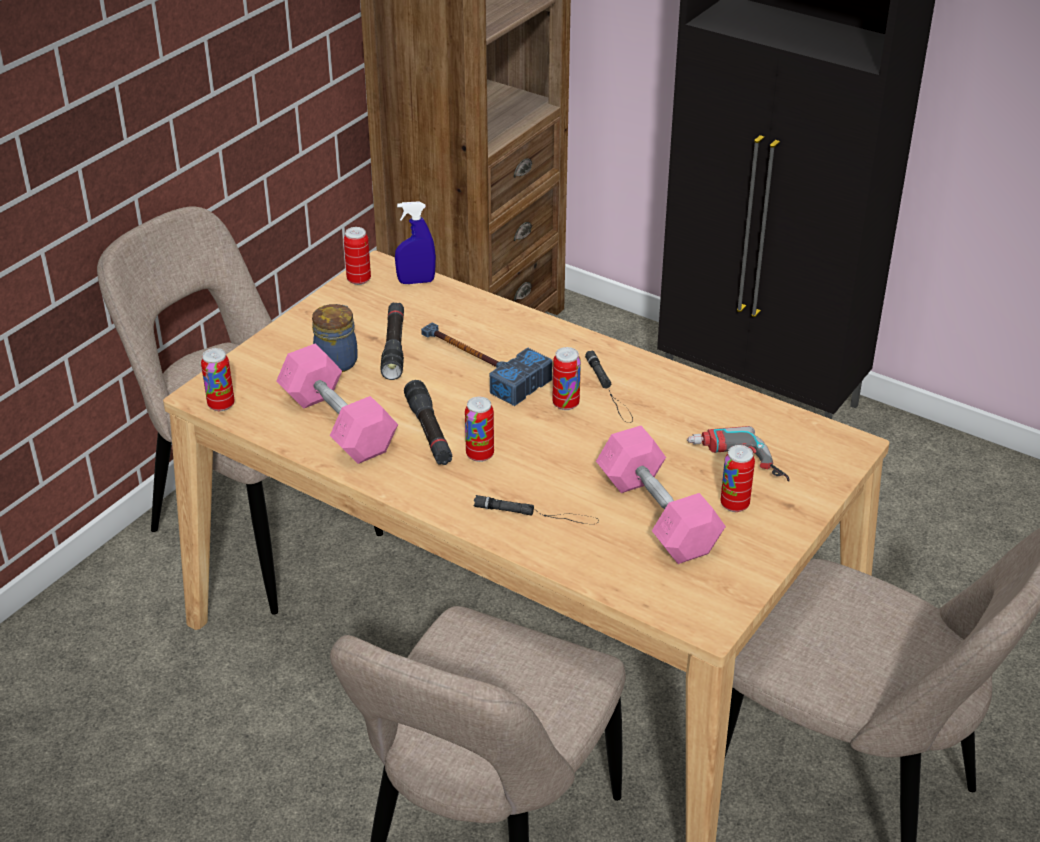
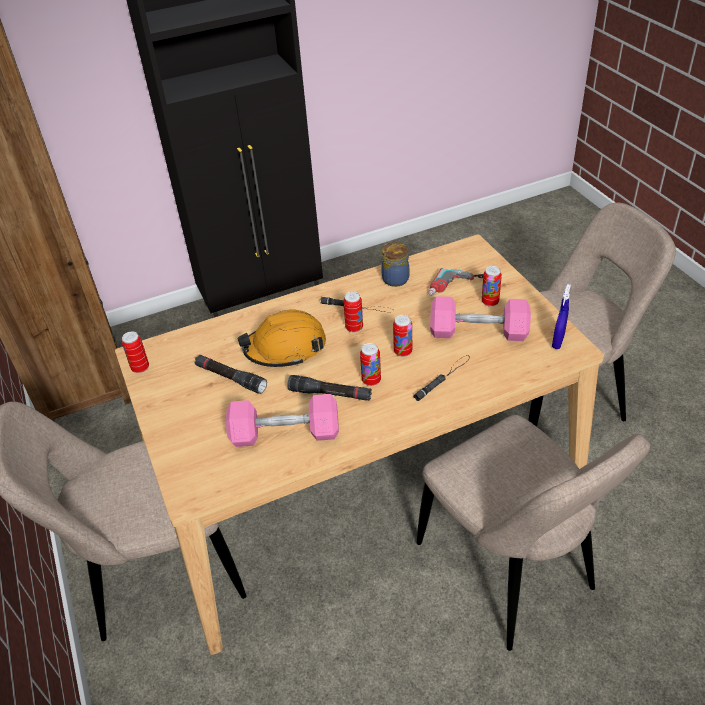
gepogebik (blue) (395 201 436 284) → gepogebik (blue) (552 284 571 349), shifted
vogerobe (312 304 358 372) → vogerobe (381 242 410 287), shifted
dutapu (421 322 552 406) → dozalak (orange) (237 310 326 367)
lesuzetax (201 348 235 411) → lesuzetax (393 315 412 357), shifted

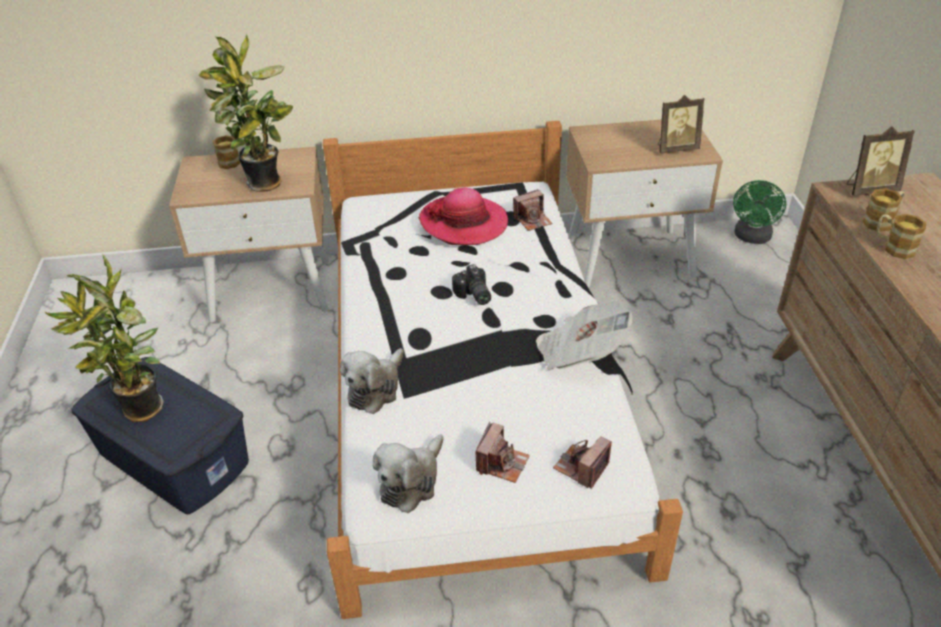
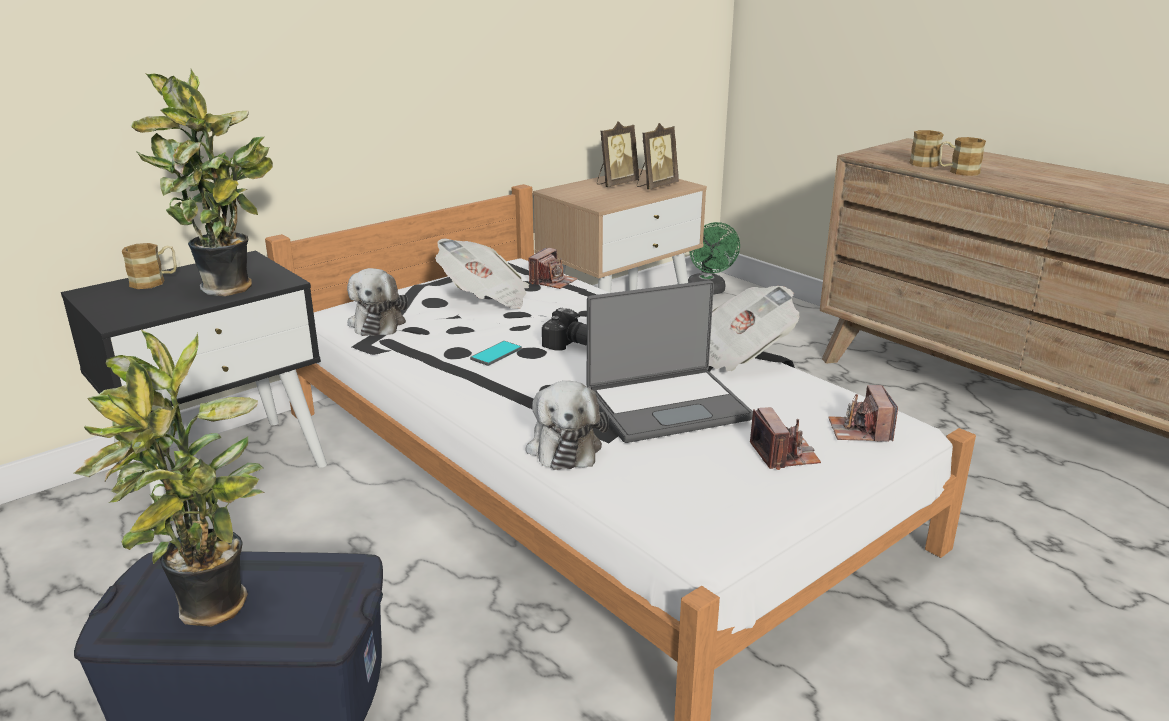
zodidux (847 126 915 196) → zodidux (597 121 639 187), shifted
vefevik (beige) (169 147 329 322) → vefevik (black) (61 251 327 504)
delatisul (418 187 508 245) → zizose (435 238 529 309)
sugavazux (372 434 444 513) → sugavazux (347 268 408 336), shifted
- → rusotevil (587 280 753 443)
- → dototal (470 341 522 366)

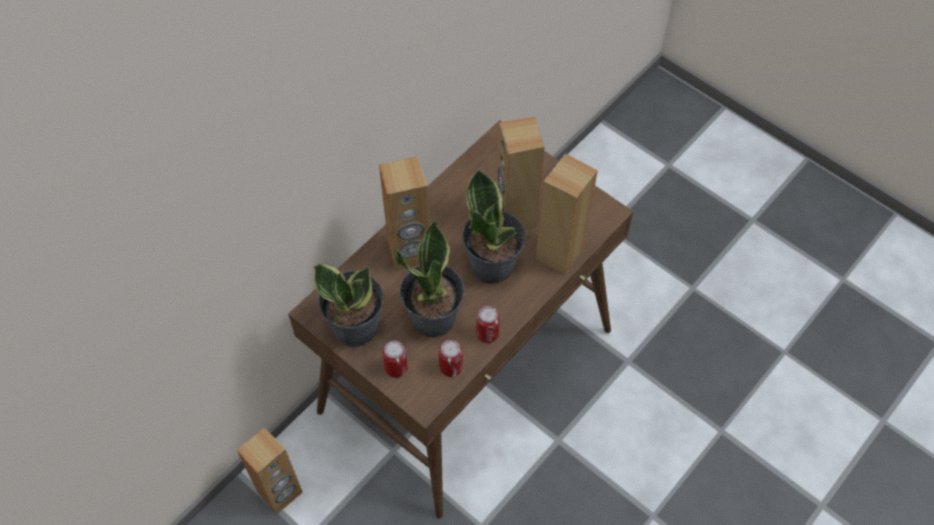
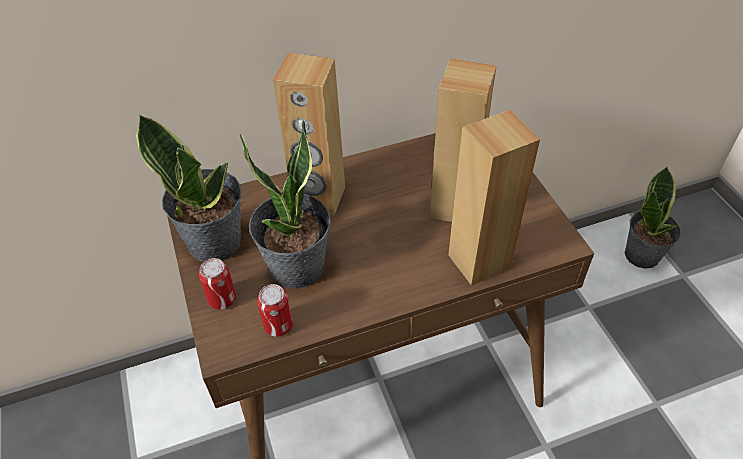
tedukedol (462 169 526 284) → tedukedol (624 167 681 269), shifted
lesuzetax (476 306 500 343) → -
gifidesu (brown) (237 428 303 514) → -

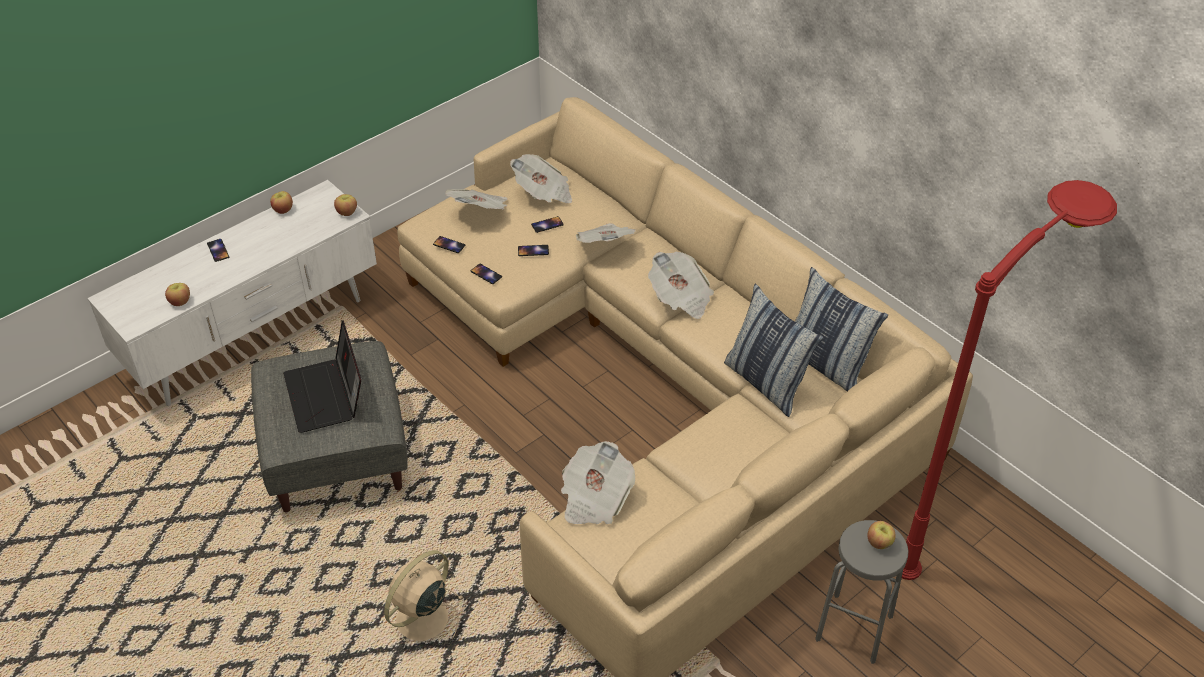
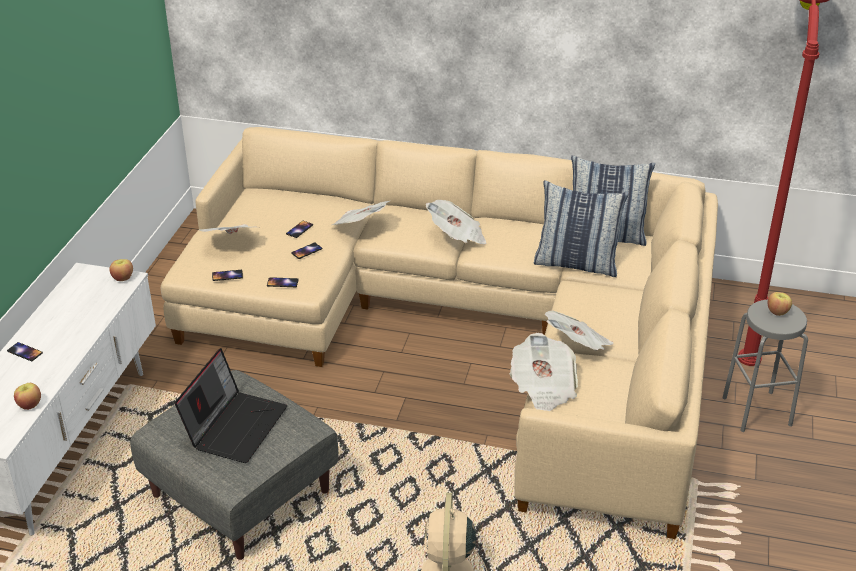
zizose (510 154 572 203) → zizose (545 310 614 351), shifted
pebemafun (270 191 293 214) → -
rusotevil (283 320 362 433) → rusotevil (175 348 287 463), 105 degrees counterclockwise

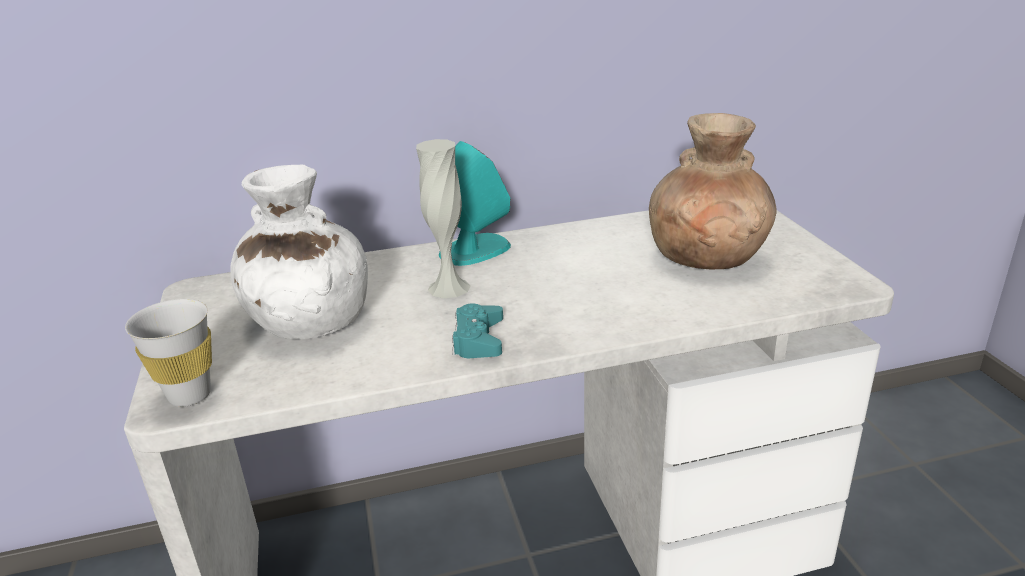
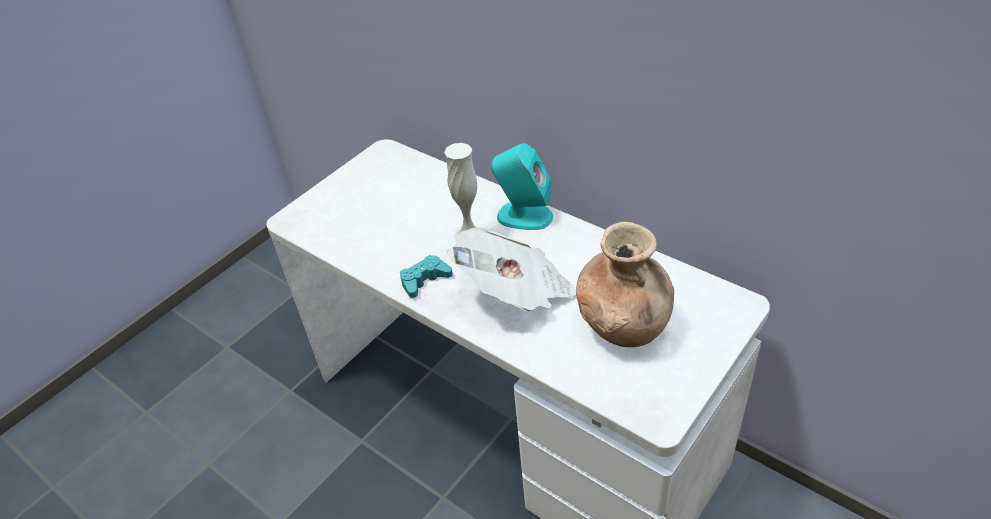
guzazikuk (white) (230 165 368 339) → -
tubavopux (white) (125 299 212 407) → -
- → zizose (447 227 576 311)

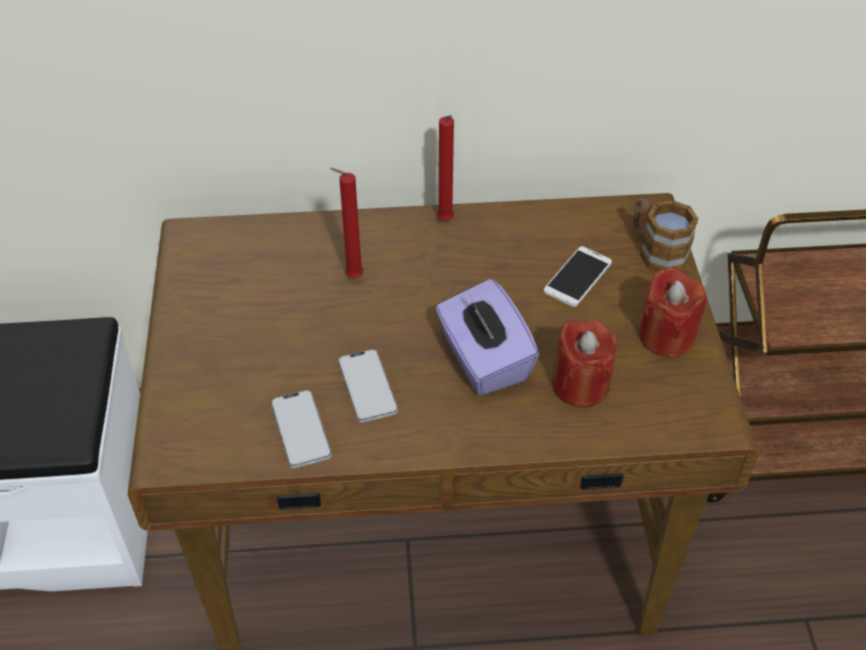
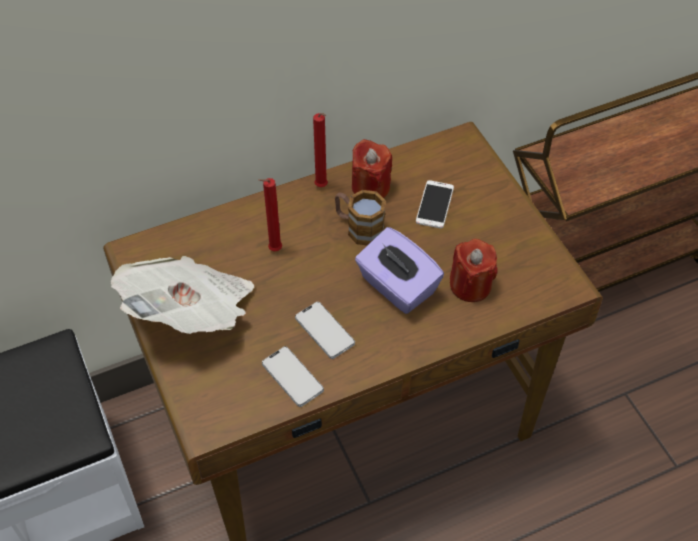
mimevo (633 197 699 272) → mimevo (335 190 386 245), shifted
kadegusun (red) (639 267 707 357) → kadegusun (red) (352 139 392 198), shifted
- → zizose (111 256 254 334)

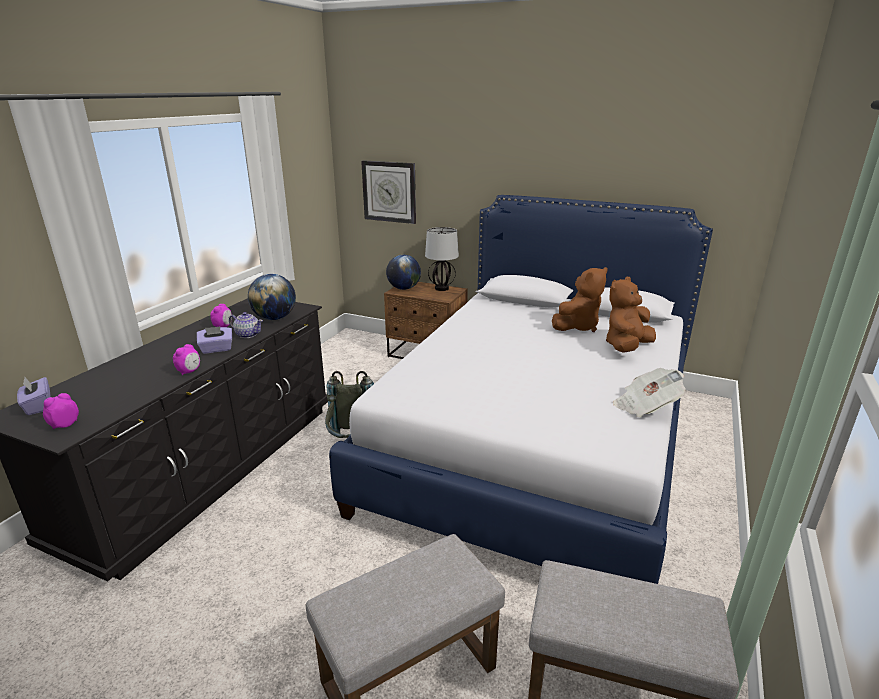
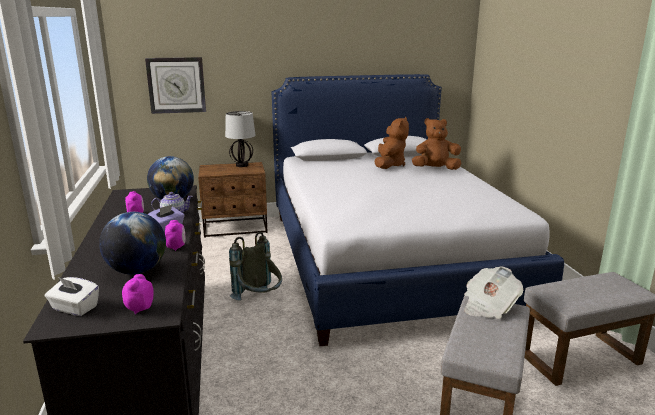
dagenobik (386 255 421 290) → dagenobik (99 212 166 275), shifted
sugavazux (brown) (606 277 656 353) → sugavazux (brown) (412 118 461 170), 75 degrees clockwise
zizose (613 368 686 417) → zizose (464 267 523 319), shifted
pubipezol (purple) (17 376 51 415) → pubipezol (white) (45 277 99 316)

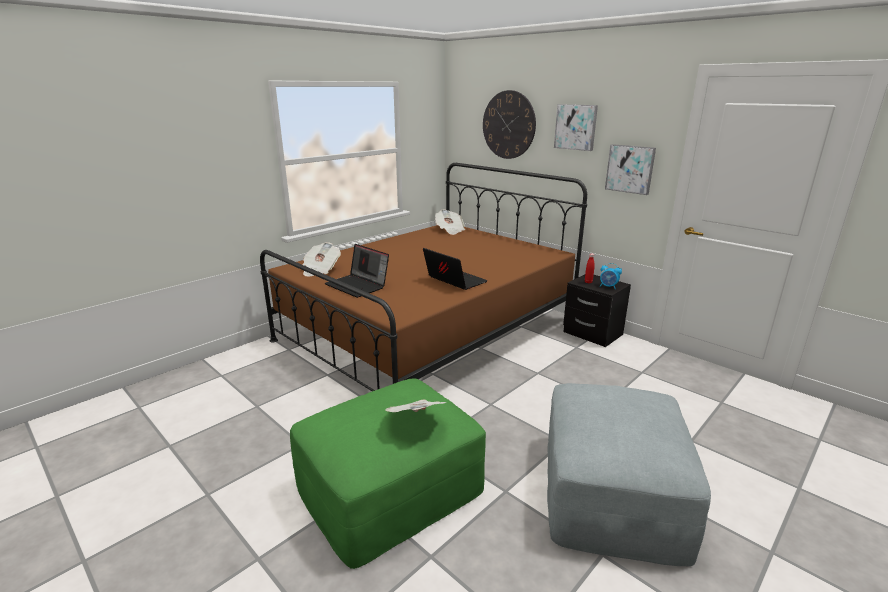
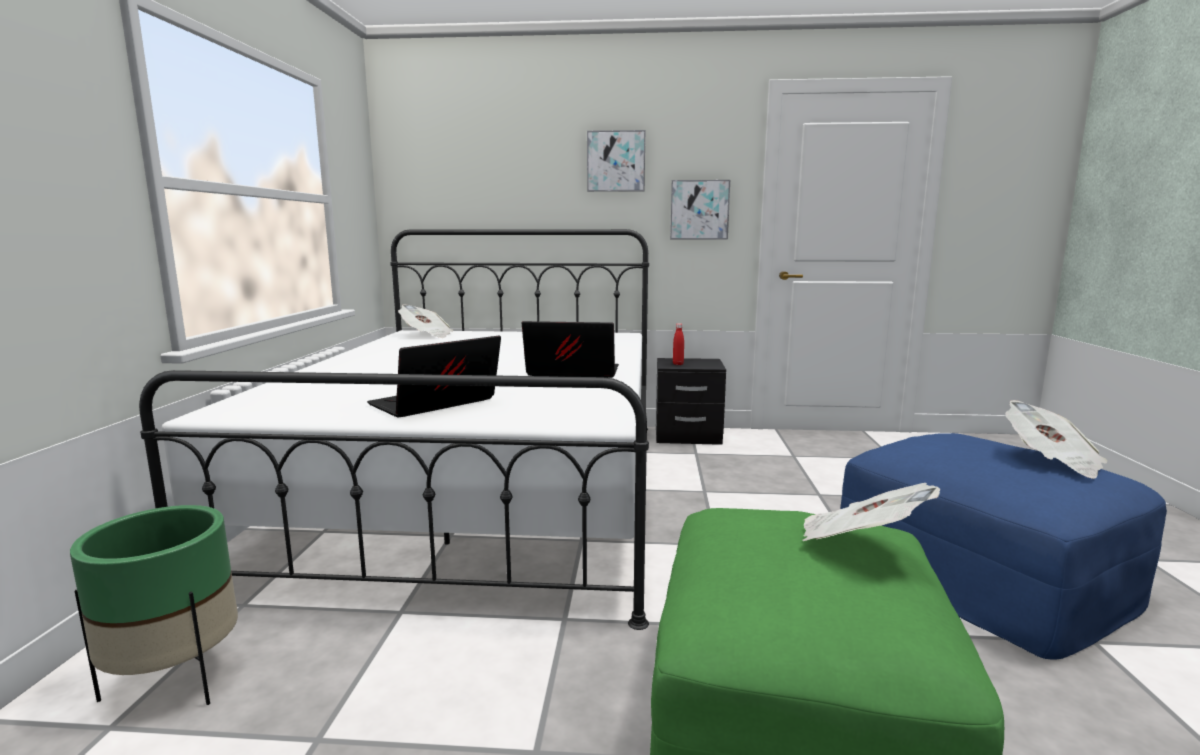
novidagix (483 90 536 159) → -
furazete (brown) (260 163 587 391) → furazete (white) (139 229 649 630)
zizose (302 242 341 276) → zizose (1005 400 1107 479), shifted
rusotevil (325 244 389 298) → rusotevil (367 335 501 417), 135 degrees clockwise
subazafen (600 263 622 289) → -
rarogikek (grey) (547 383 711 566) → rarogikek (blue) (841 433 1167 659)
- → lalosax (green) (70 505 238 705)

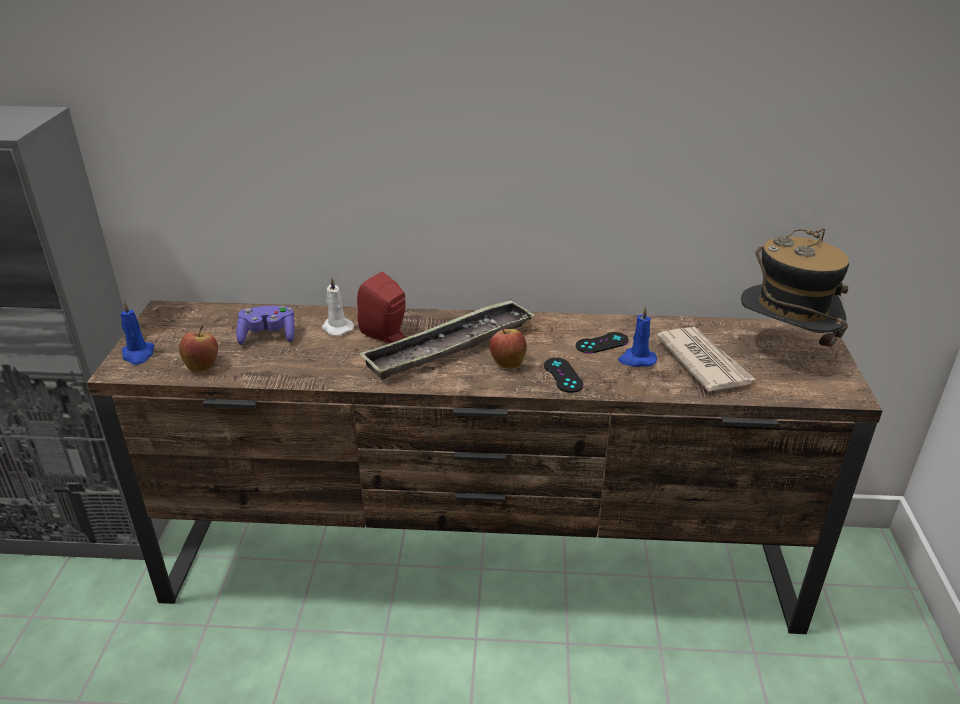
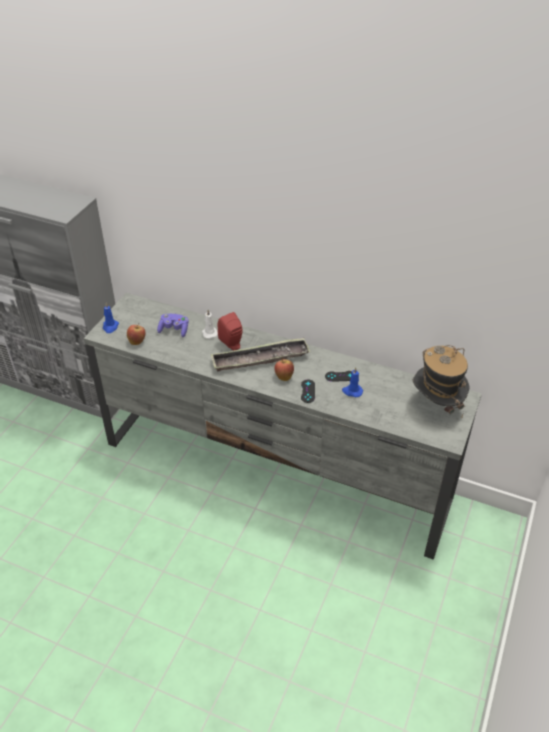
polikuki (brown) (87 301 883 634) → polikuki (grey) (84 293 482 560)
zizose (656 327 756 391) → -

